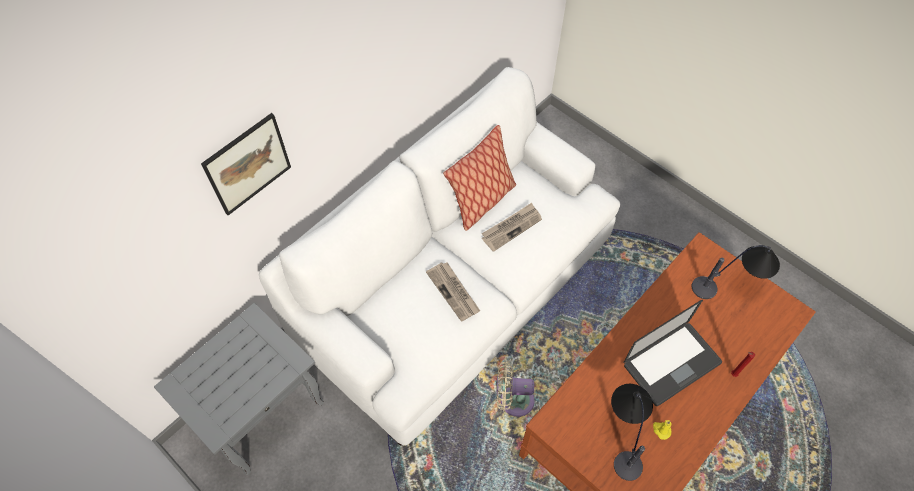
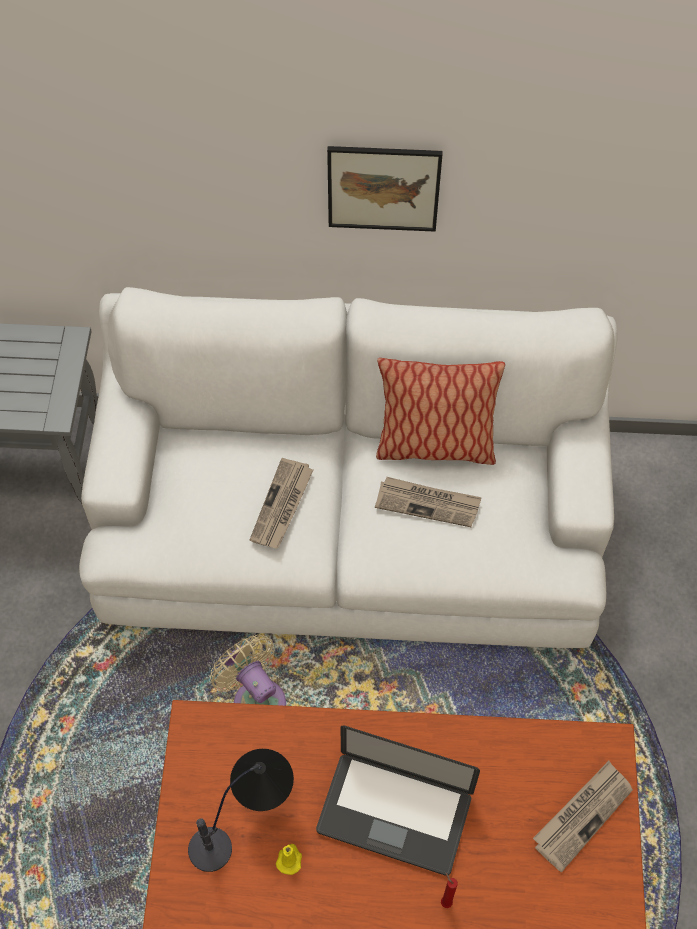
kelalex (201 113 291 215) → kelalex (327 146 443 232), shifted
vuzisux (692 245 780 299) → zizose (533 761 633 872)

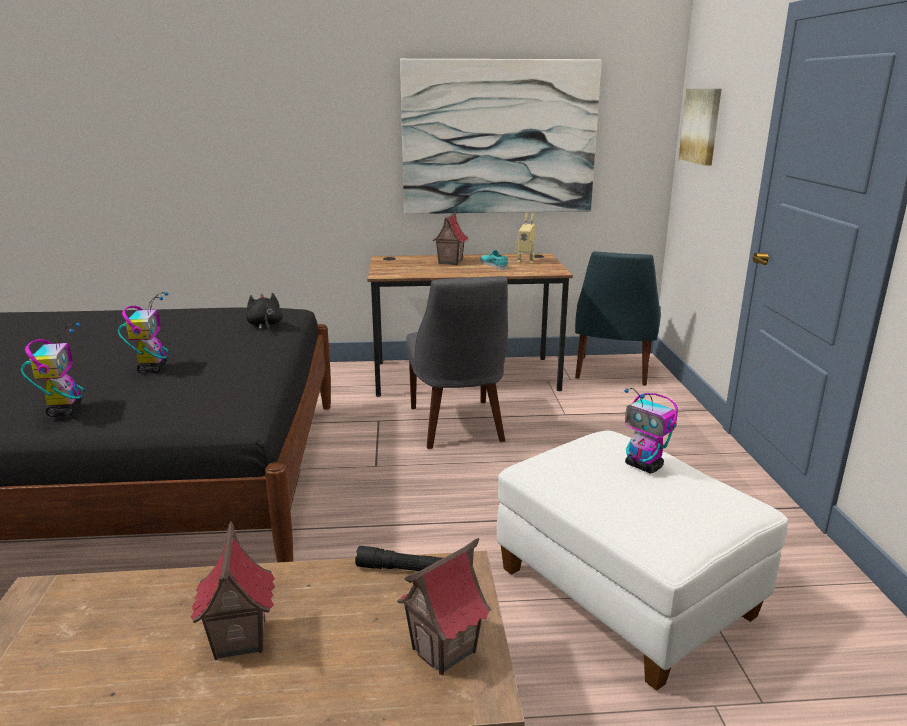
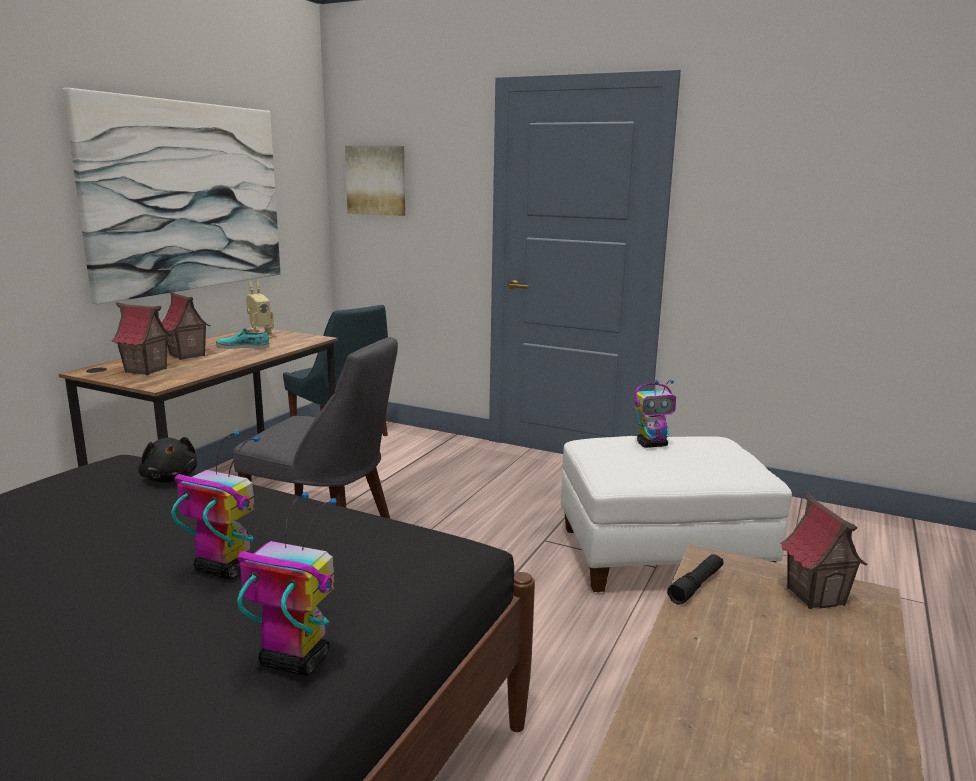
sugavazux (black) (246 293 283 331) → sugavazux (black) (138 437 197 483), 135 degrees counterclockwise
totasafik (191 521 275 660) → totasafik (111 302 172 375), shifted

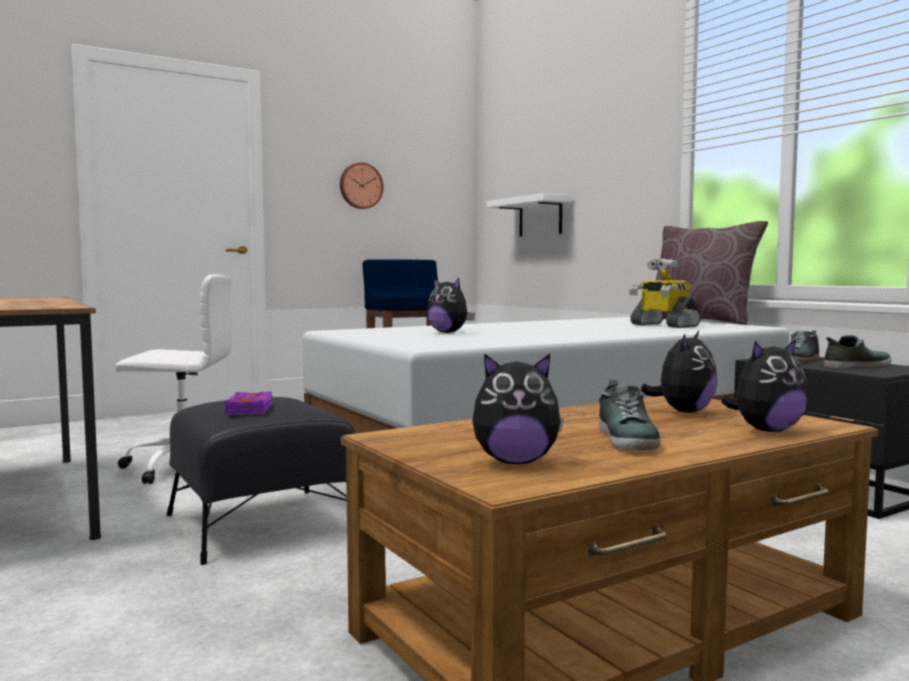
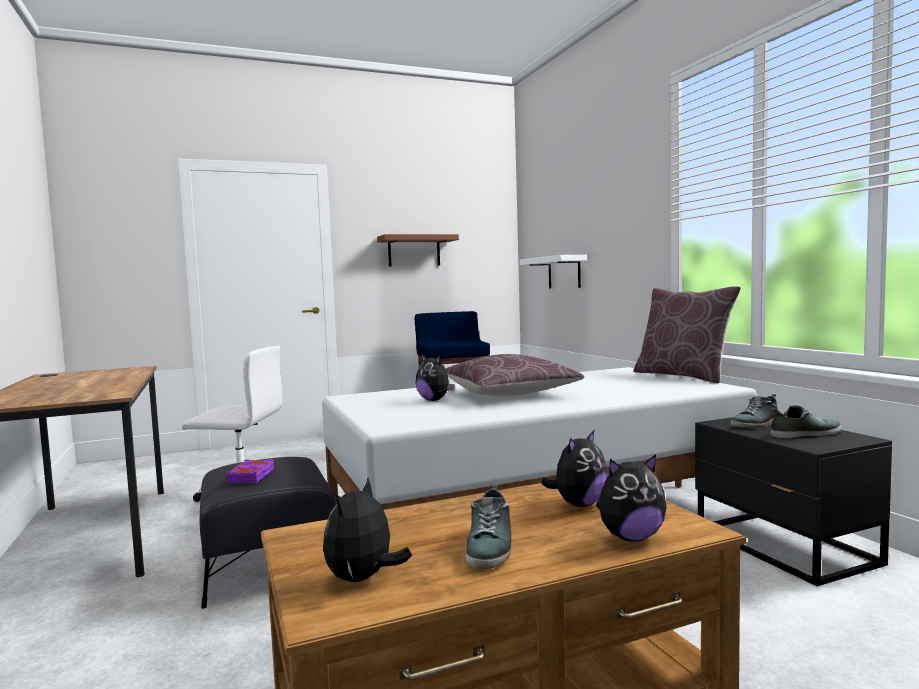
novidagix (340 162 384 209) → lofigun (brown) (377 234 459 266)
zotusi (629 259 701 328) → -
sugavazux (472 353 564 464) → sugavazux (323 478 412 582), 105 degrees clockwise
- → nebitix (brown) (446 354 584 396)

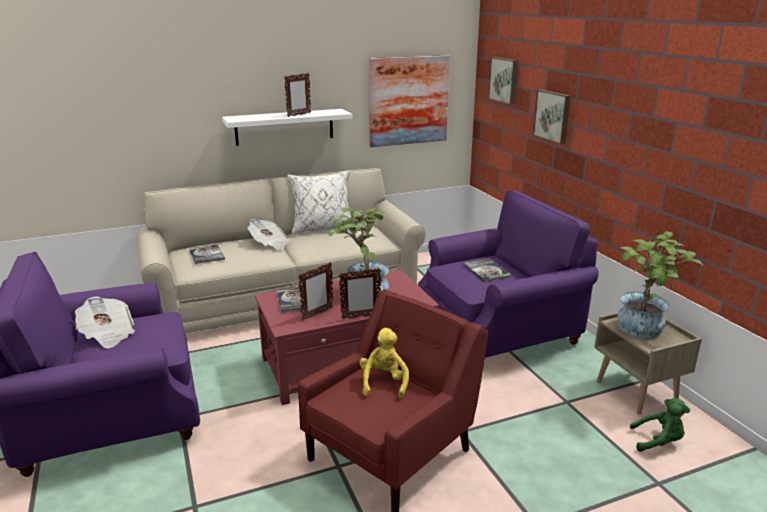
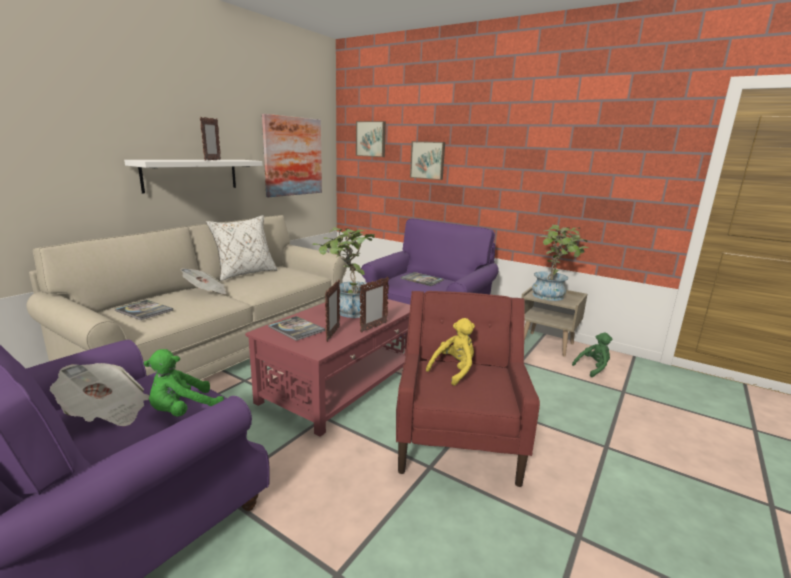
sugavazux (yellow) (359 328 409 399) → sugavazux (yellow) (426 318 475 386), 75 degrees clockwise
- → sugavazux (green) (143 349 224 417)

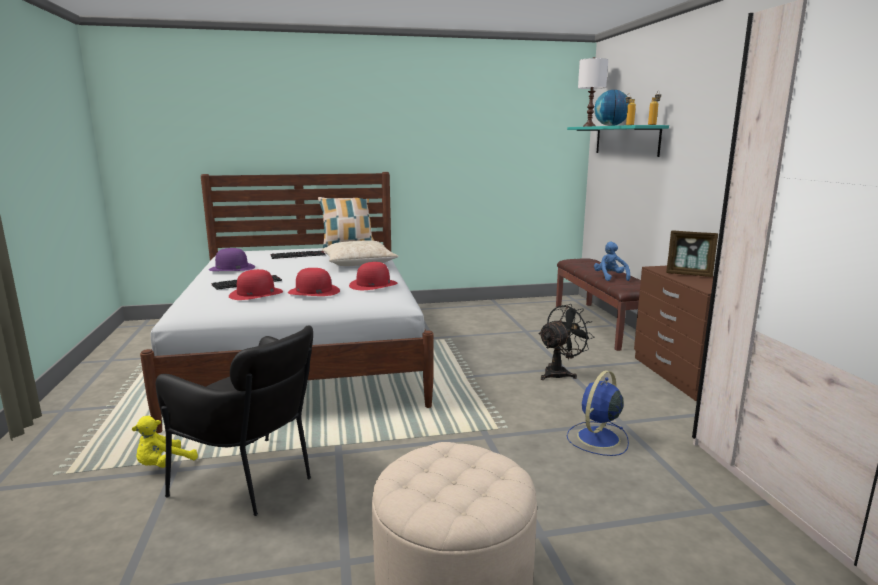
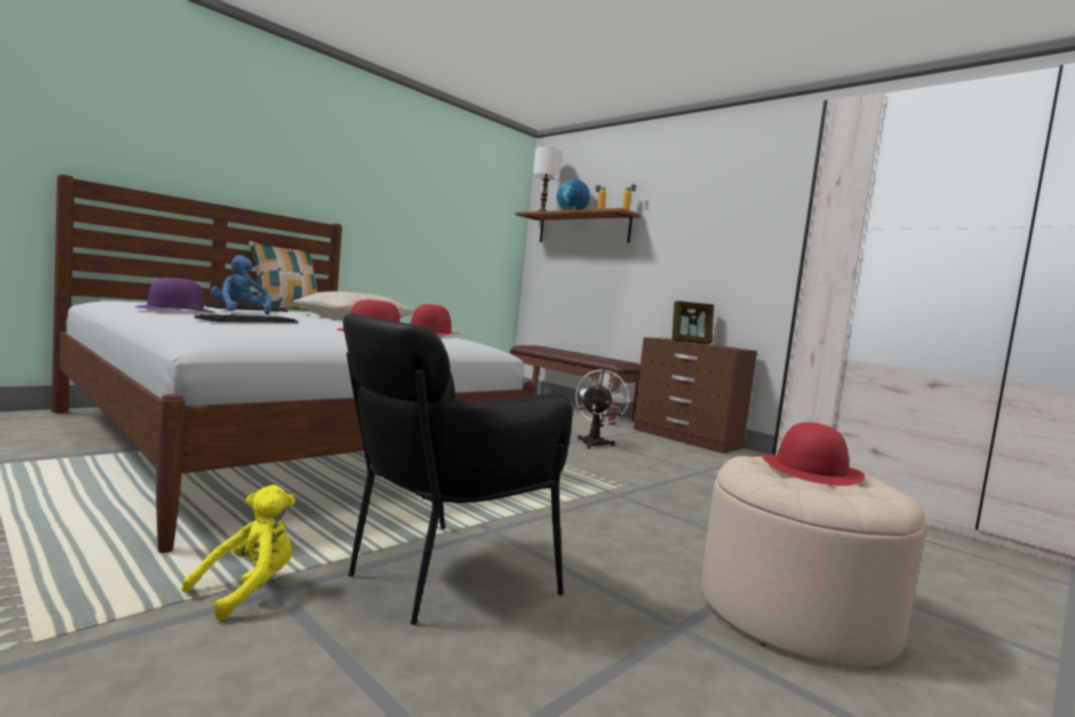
lofigun (turquoise) (567 125 669 157) → lofigun (brown) (515 208 642 243)
sugavazux (blue) (594 242 630 281) → sugavazux (blue) (210 255 271 315), shifted
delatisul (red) (229 269 283 300) → delatisul (red) (762 422 865 486), shifted
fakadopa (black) (538 304 594 380) → fakadopa (white) (575 369 630 449)
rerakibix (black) (156 325 313 516) → rerakibix (black) (343 314 573 625), 135 degrees clockwise
fakadopa (blue) (566 370 629 456) → -
sugavazux (yellow) (132 416 198 468) → sugavazux (yellow) (181 485 295 620), 150 degrees counterclockwise

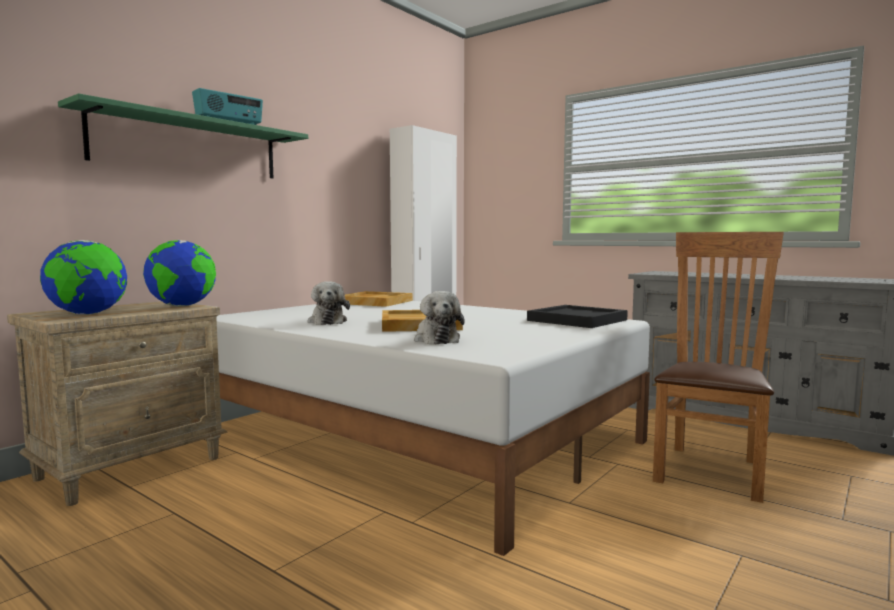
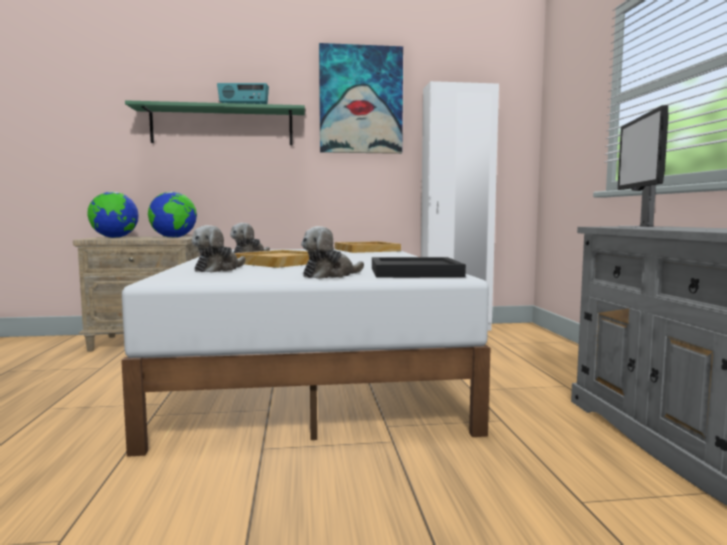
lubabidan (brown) (653 232 784 503) → -
- → kelalex (319 43 403 154)
- → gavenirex (617 105 668 228)
- → sugavazux (301 226 364 279)

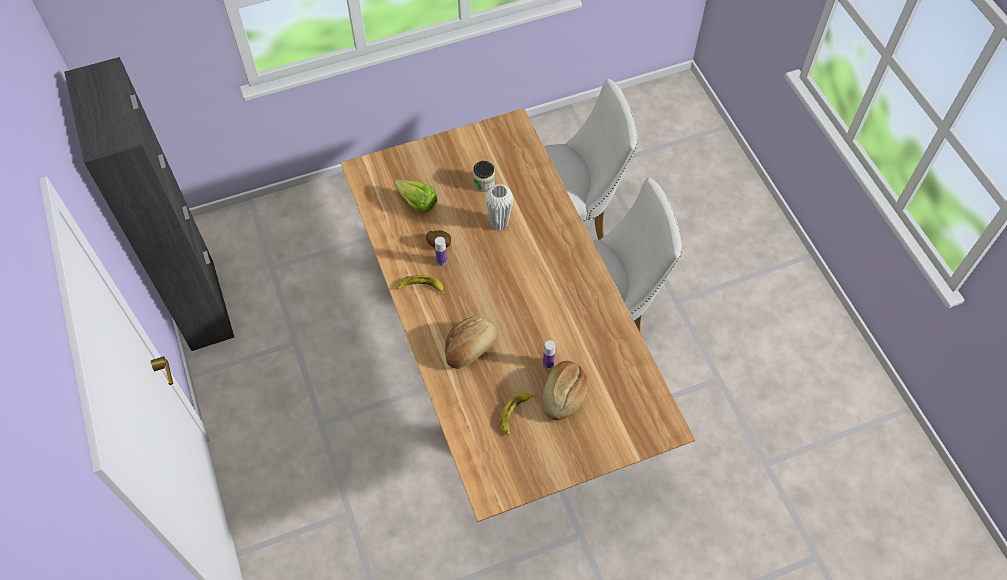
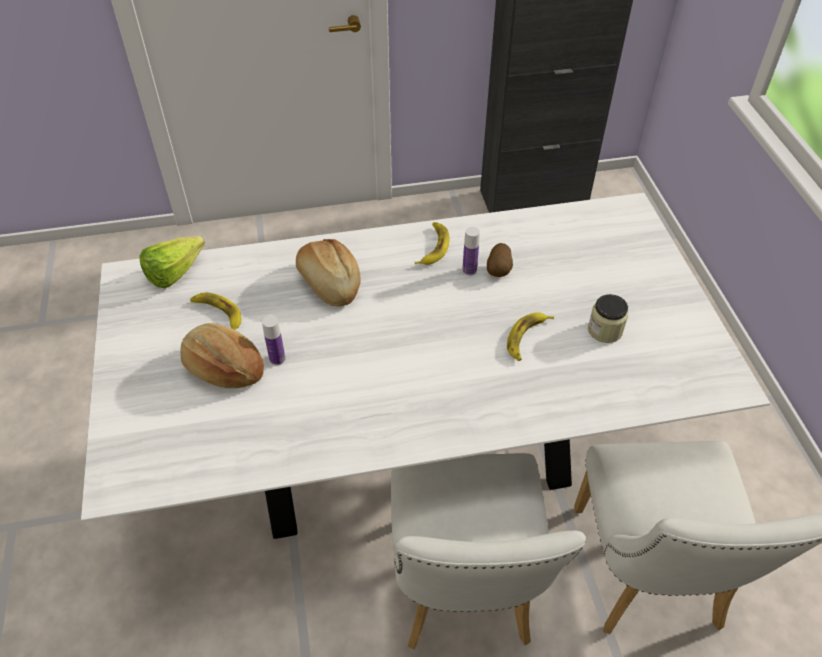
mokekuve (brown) (341 108 695 522) → mokekuve (white) (81 193 770 539)
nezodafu (394 180 438 213) → nezodafu (139 236 205 288), shifted
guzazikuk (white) (485 184 514 230) → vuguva (507 312 554 361)

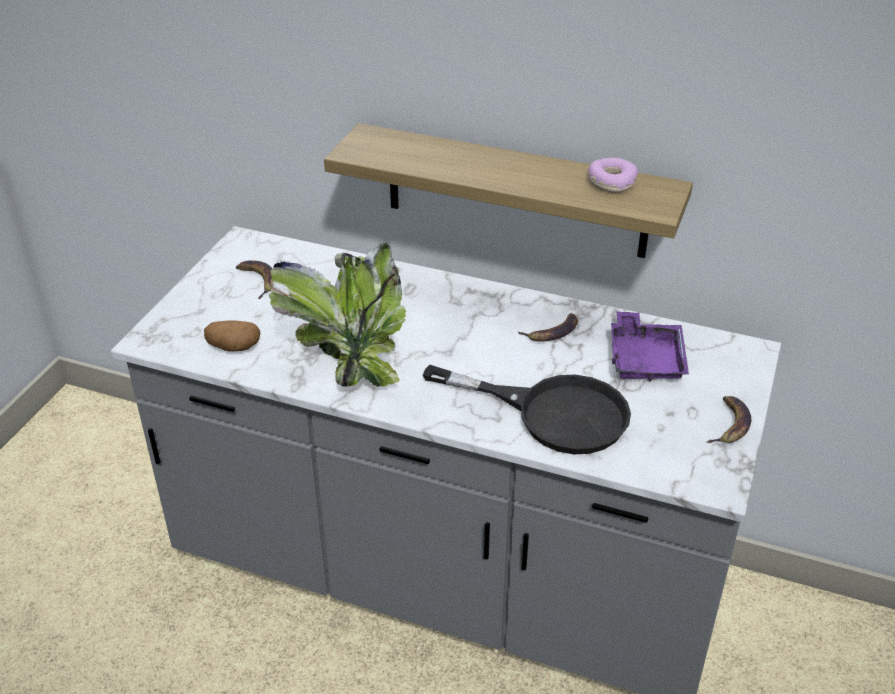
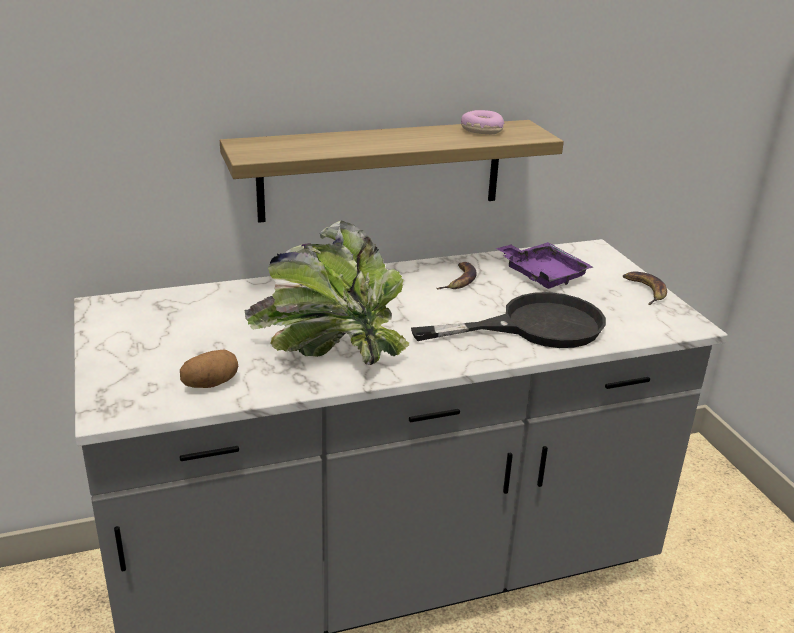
vuguva (236 260 274 299) → -

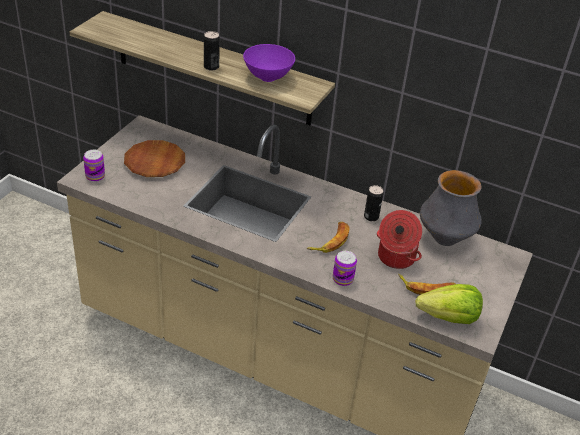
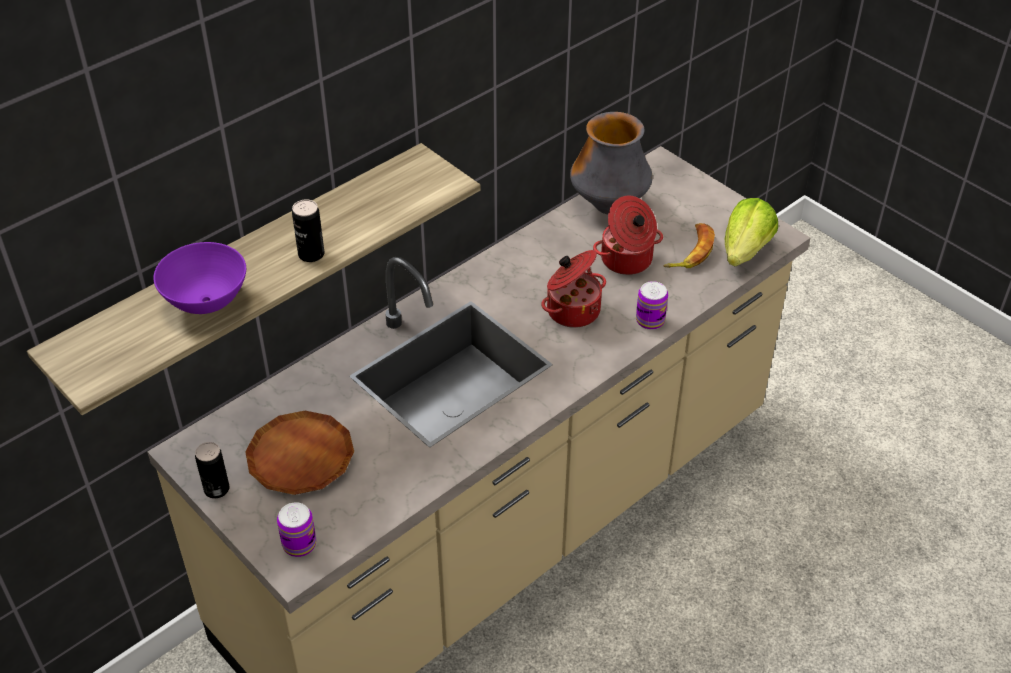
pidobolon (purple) (243 44 295 82) → pidobolon (purple) (153 242 246 314), shifted
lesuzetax (364 185 383 221) → lesuzetax (195 442 230 498), shifted
vuguva (307 222 350 253) → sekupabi (541 250 606 328)

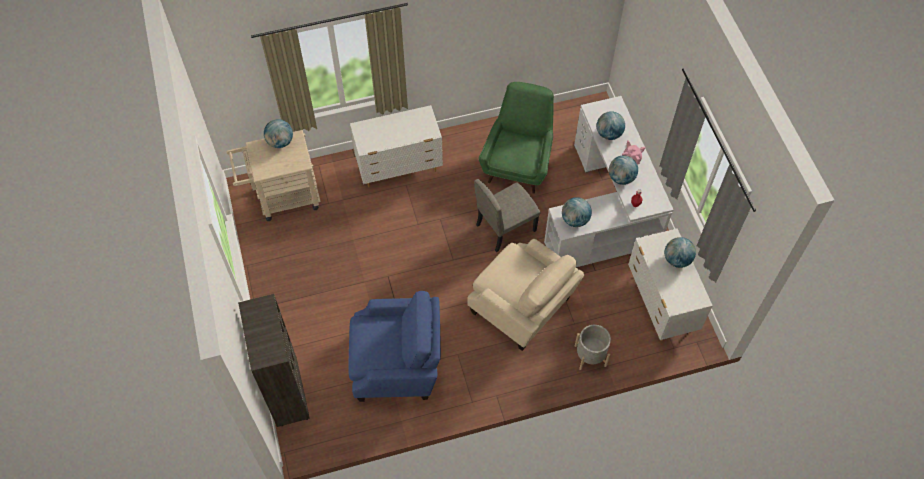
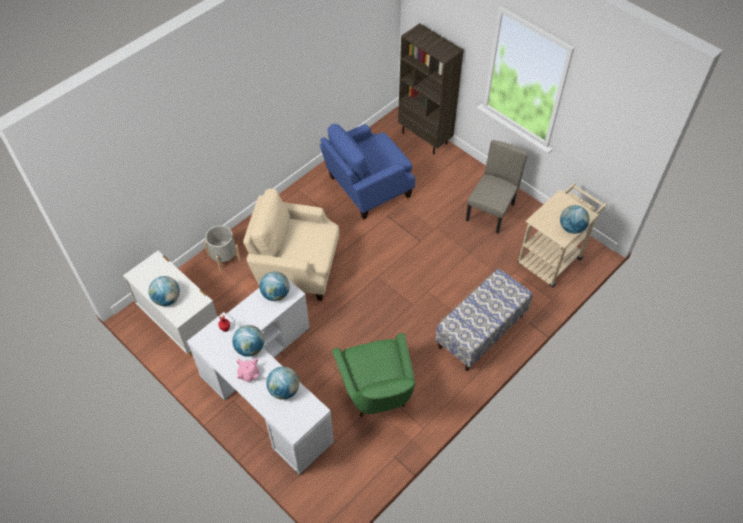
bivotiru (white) (350 105 443 187) → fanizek (435 269 533 371)
lubabidan (beige) (474 179 540 252) → lubabidan (beige) (466 140 528 233), shifted

